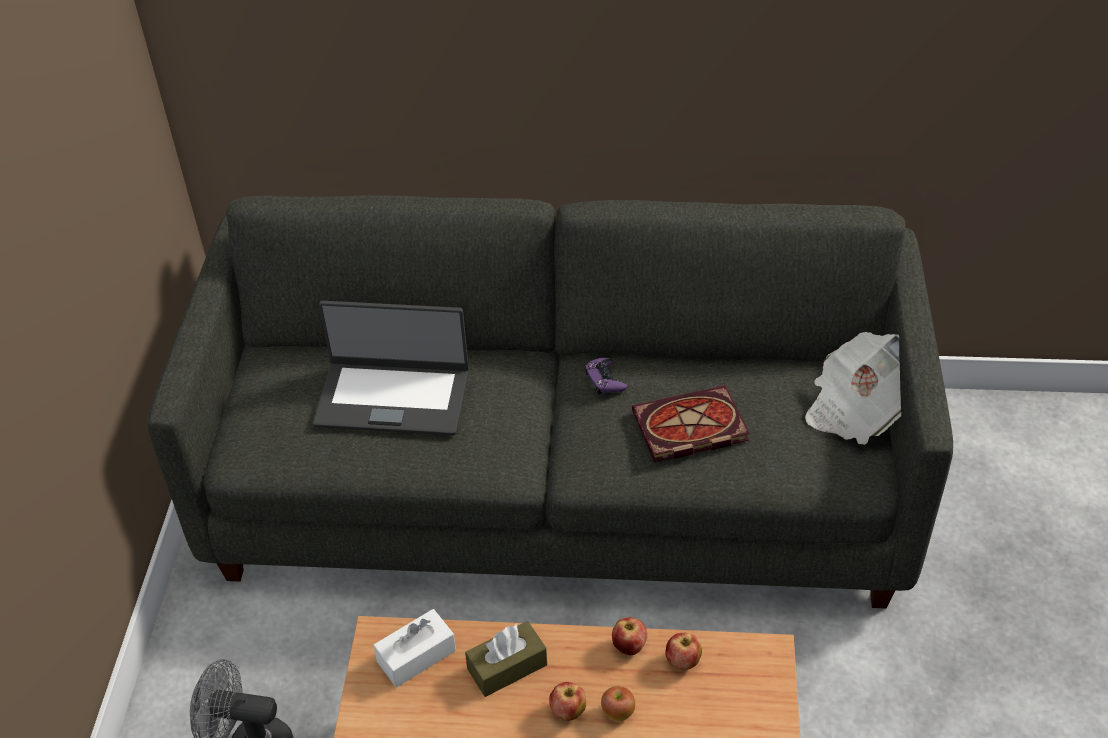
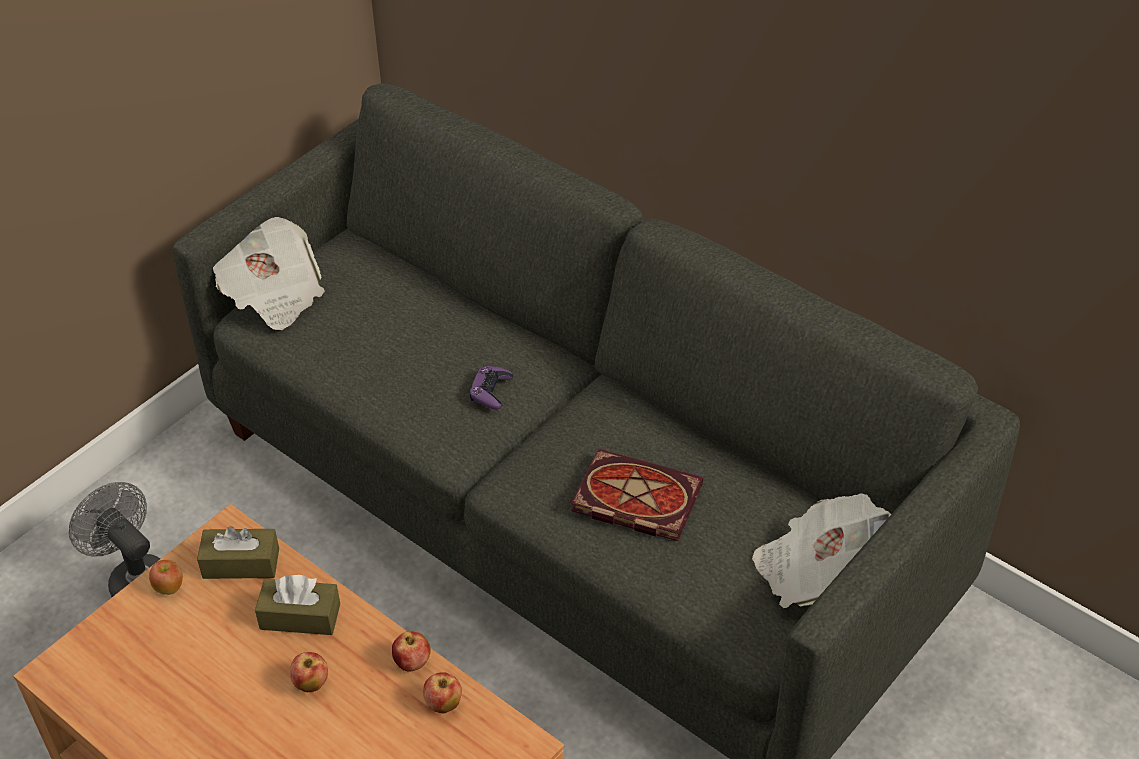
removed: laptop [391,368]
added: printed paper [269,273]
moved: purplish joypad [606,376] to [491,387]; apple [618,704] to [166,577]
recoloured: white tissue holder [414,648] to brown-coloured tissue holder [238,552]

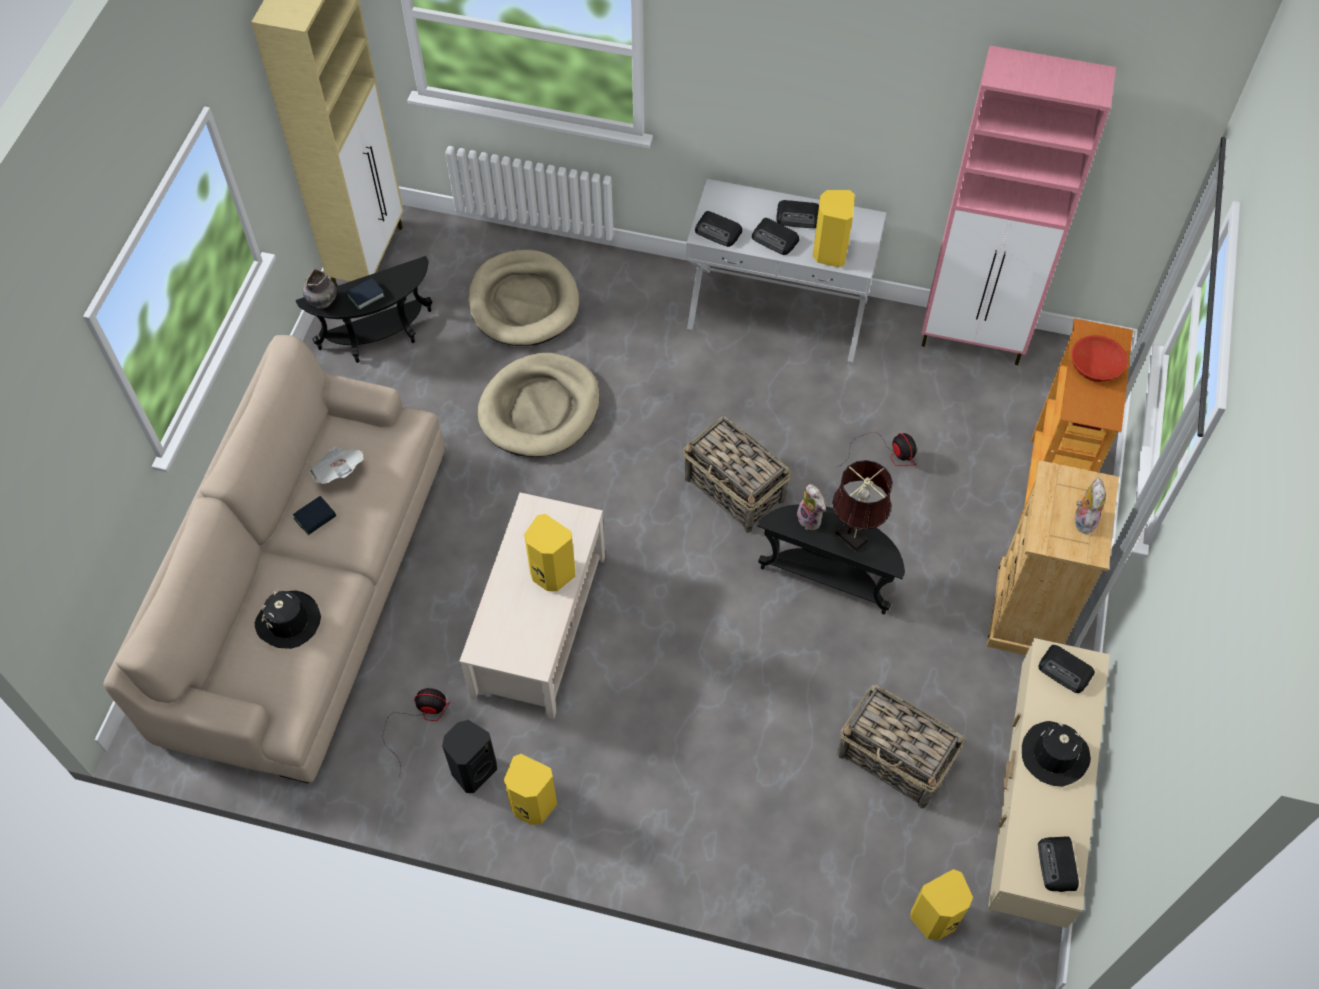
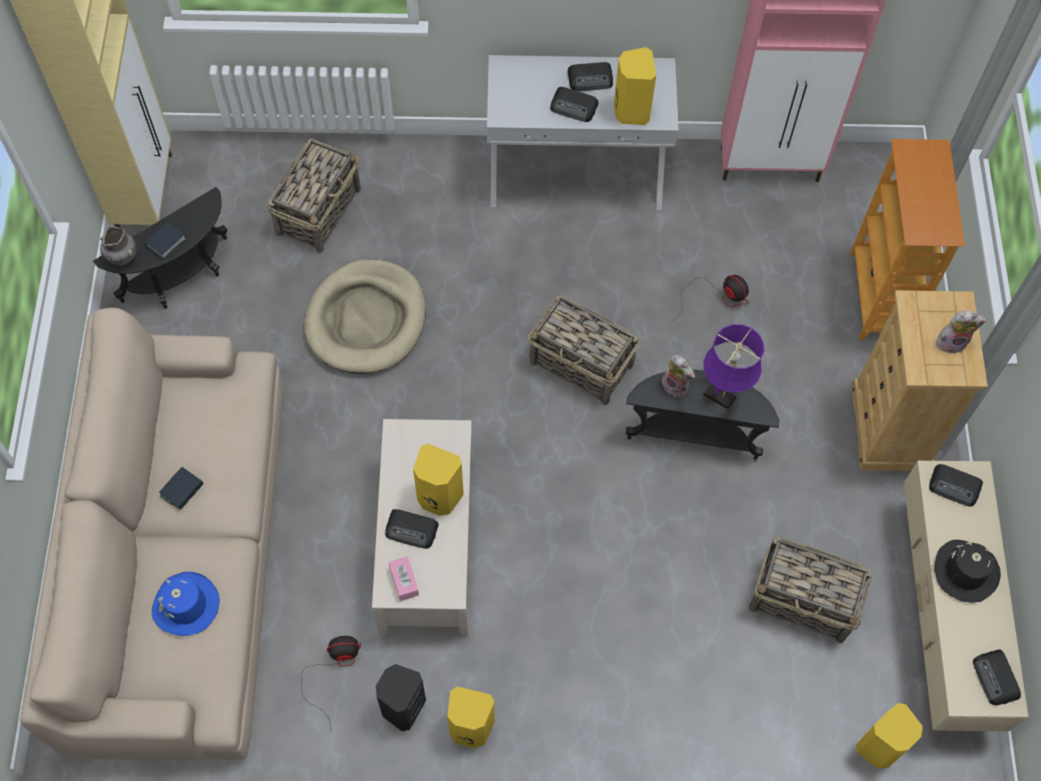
removed: printed paper [336,465]; red serving bowl [1099,358]
added: pink tissue holder [404,578]
moved: radio receiver [718,229] to [412,529]
replaced: beige pet bed [523,298] to basket [314,195]
recoloured: black clothing hat [288,620] to blue clothing hat [186,604]; brown-coloured tabletop lamp [862,506] to purplish tabletop lamp [733,367]
turned: soft toy [1090,507] = [961,332] 90 degrees clockwise

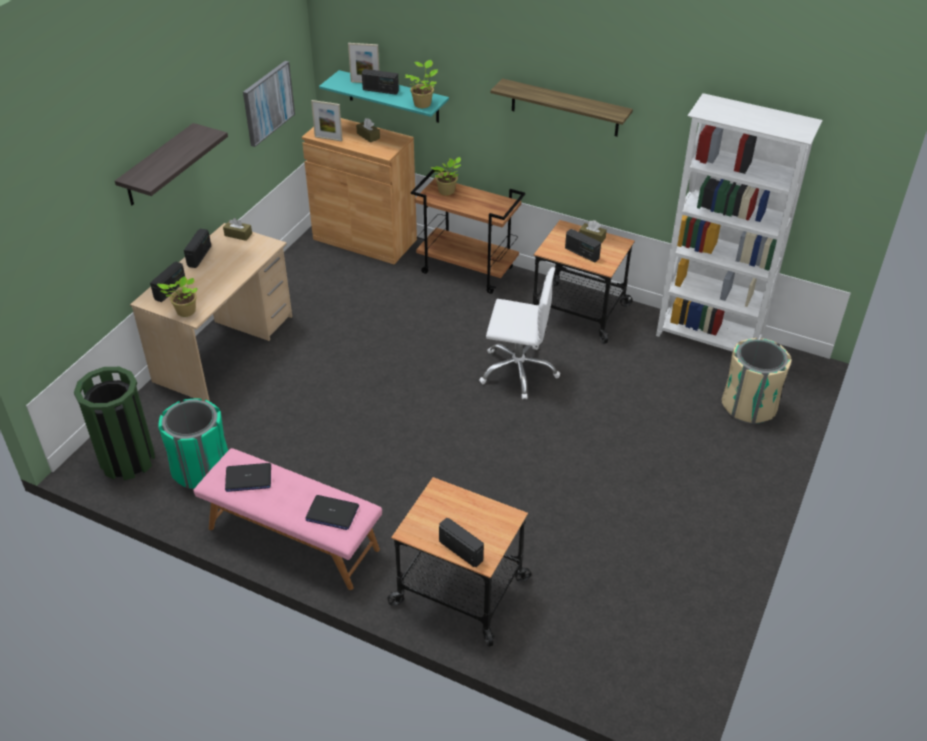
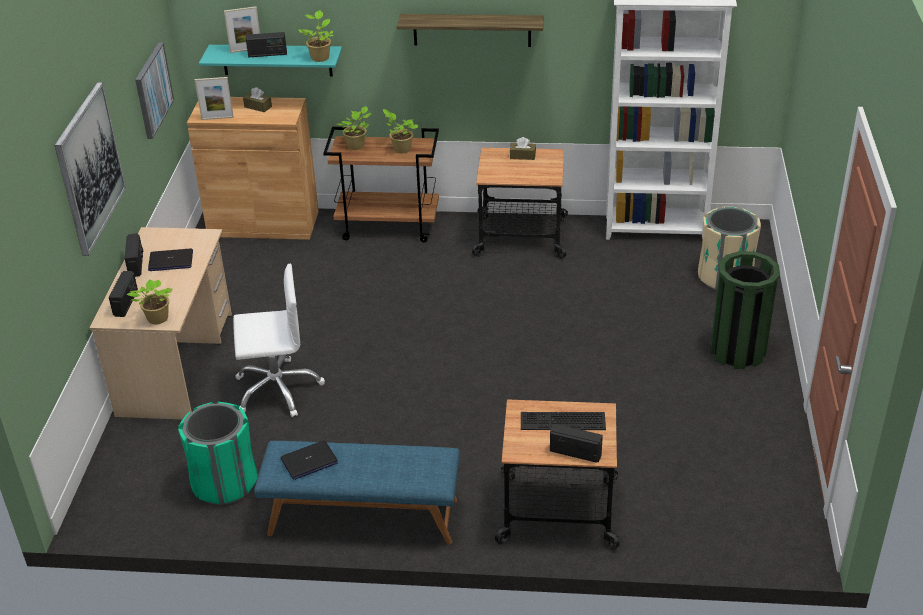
removed: brown-coloured tissue holder [237,229]; radio receiver [583,245]
added: plant in a pot [400,131]; computer keyboard [563,421]
moved: green waste bin [114,423] to [745,310]; laptop [332,512] to [170,260]; white office chair [519,333] to [279,340]
replaced: wall shelf [171,164] to wall art [90,169]
recoloured: pink long seat [288,519] to blue long seat [357,493]

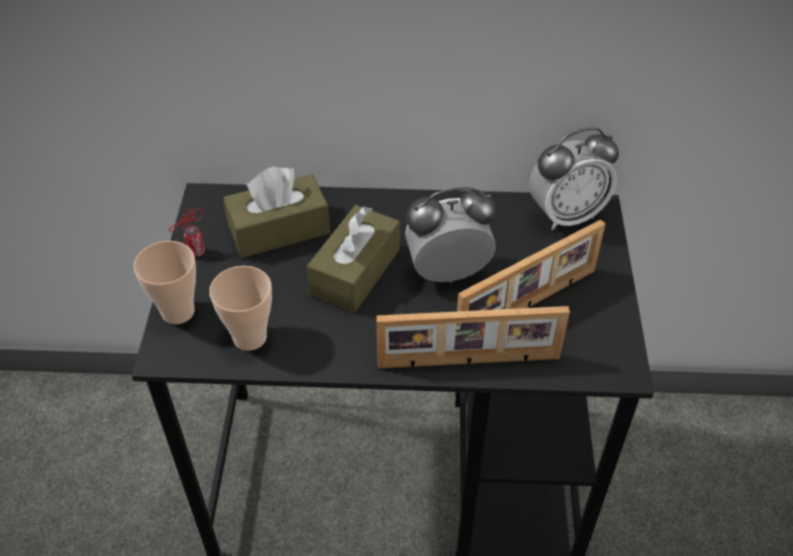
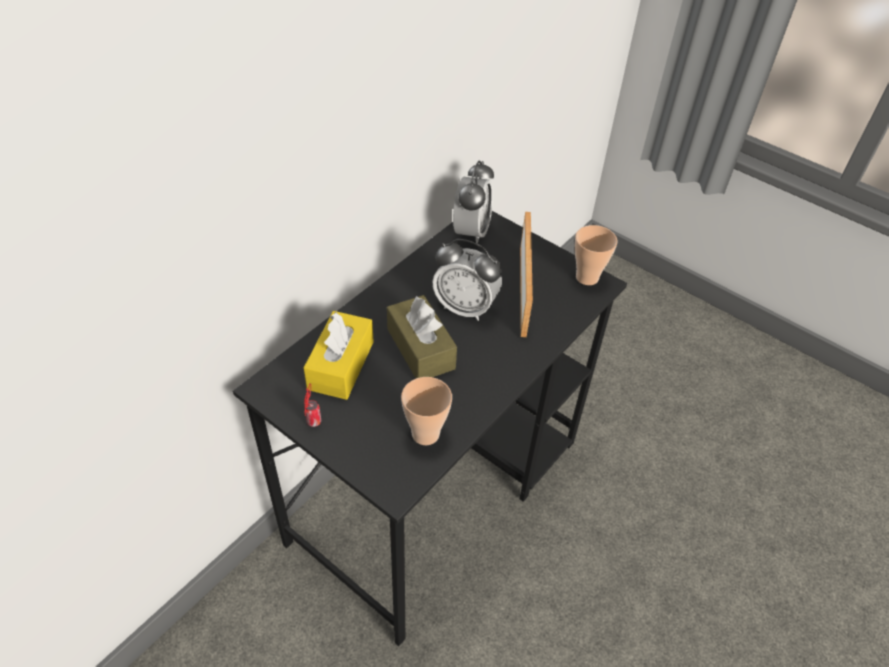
removed: photo frame [473,338]
moved: small cup [165,282] to [596,255]
recoloured: brown-coloured tissue holder [276,212] to yellow-coloured tissue holder [339,355]
turned: table clock [450,235] = [467,280] 90 degrees counterclockwise

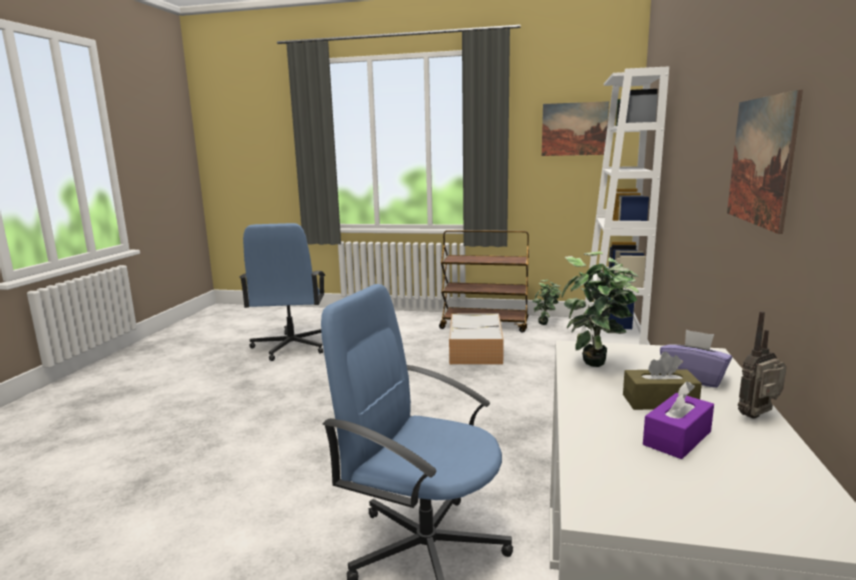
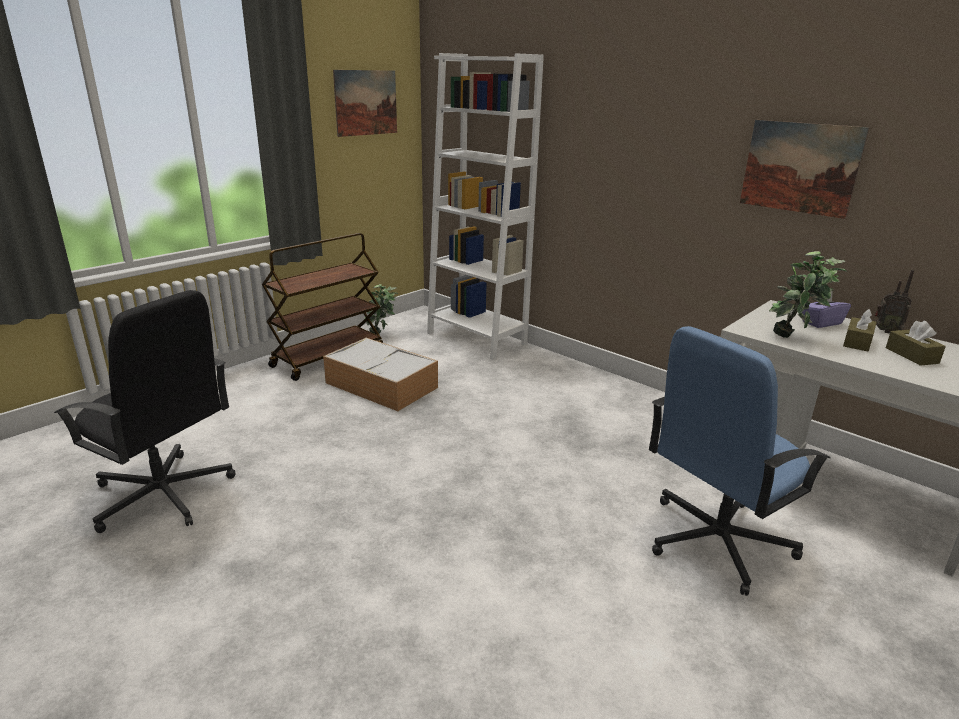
recoloured: blue office chair [282,292] to black office chair [144,411]; purplish tissue holder [678,420] to brown-coloured tissue holder [916,343]
turned: radio receiver [762,365] = [894,302] 60 degrees counterclockwise

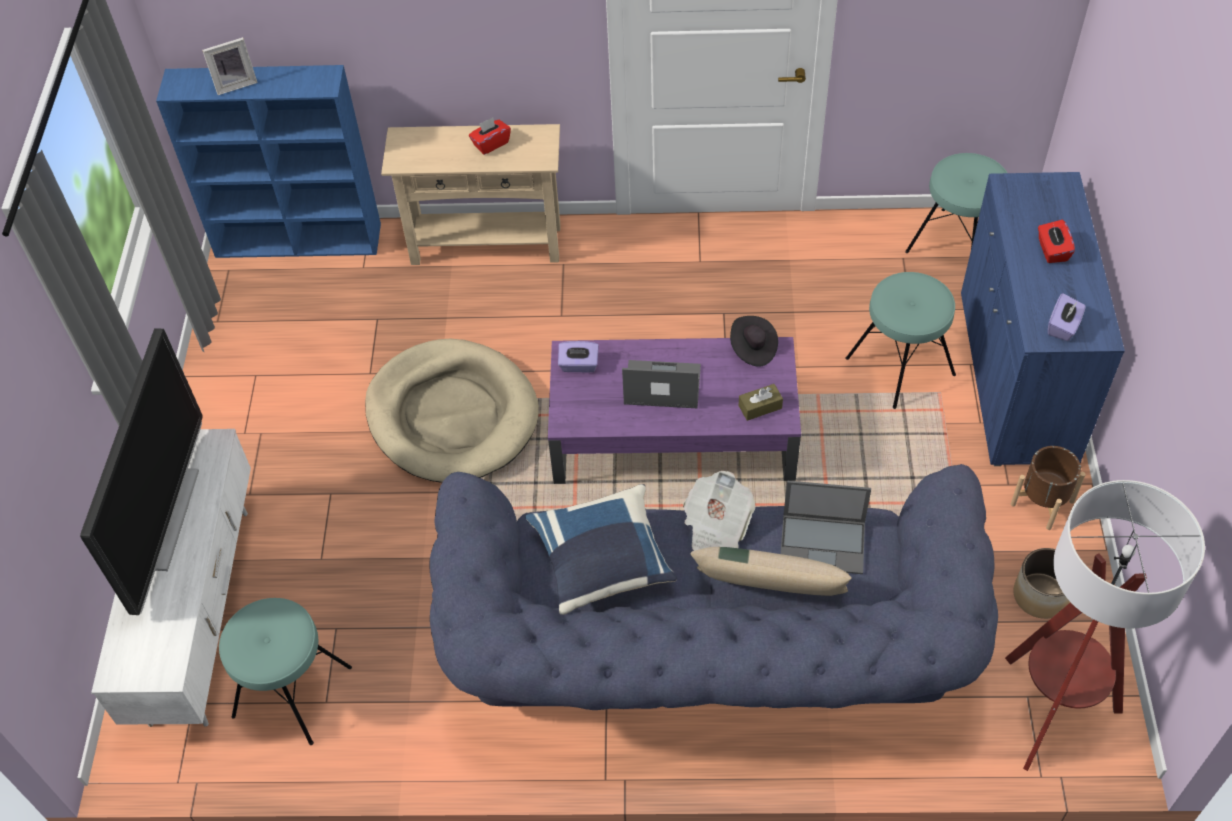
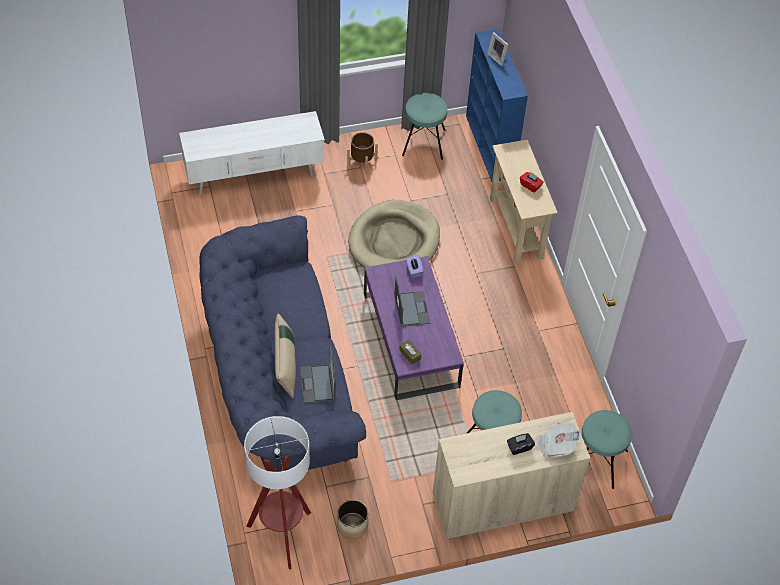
removed: television [141,471]; blue cushion [601,549]; black clothing hat [754,341]; purplish tissue holder [1067,317]
moved: turquoise sitting stool [285,671] to [425,126]; printed paper [719,511] to [558,440]; brown-coloured planter [1048,488] to [362,153]
recoloured: blue cabinet [1043,319] to beige cabinet [511,475]; red tissue holder [1056,241] to black tissue holder [521,444]

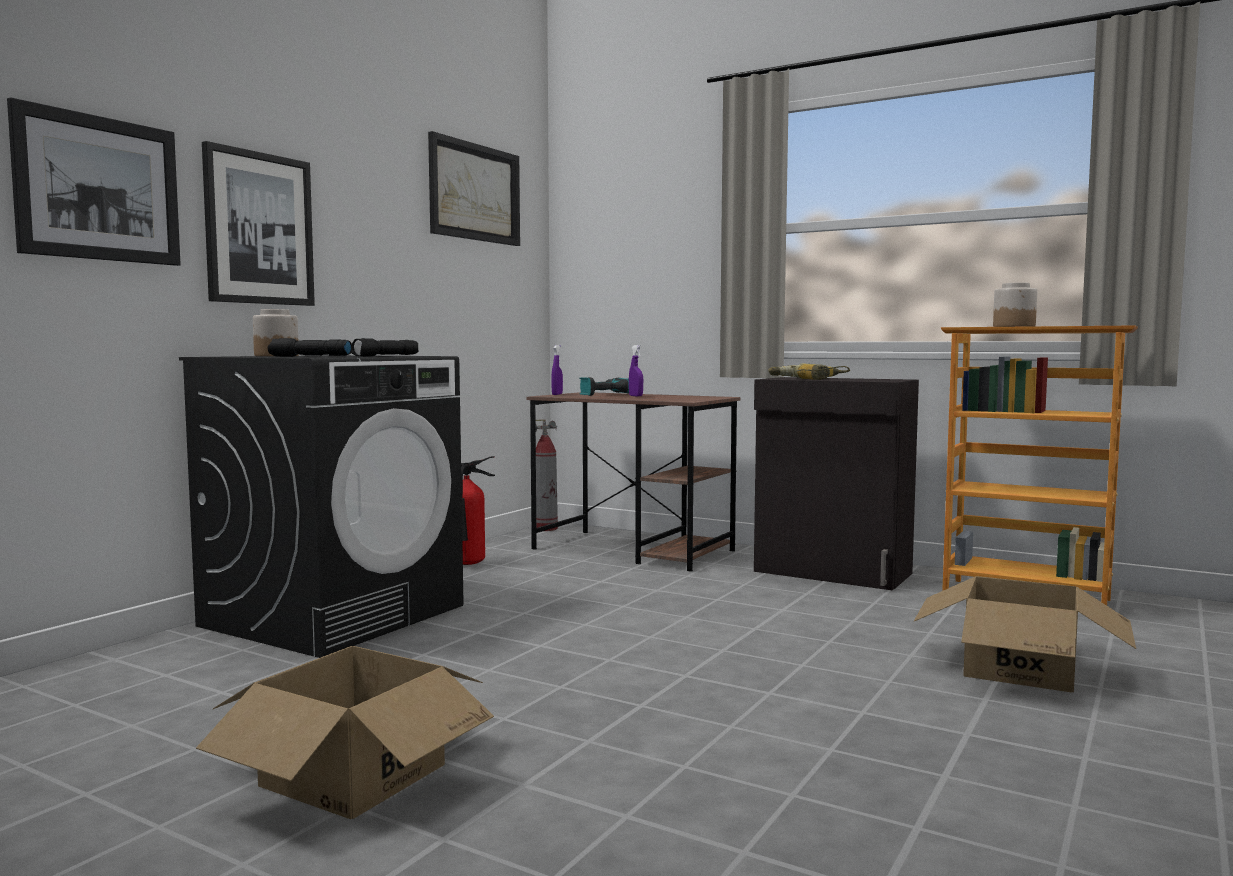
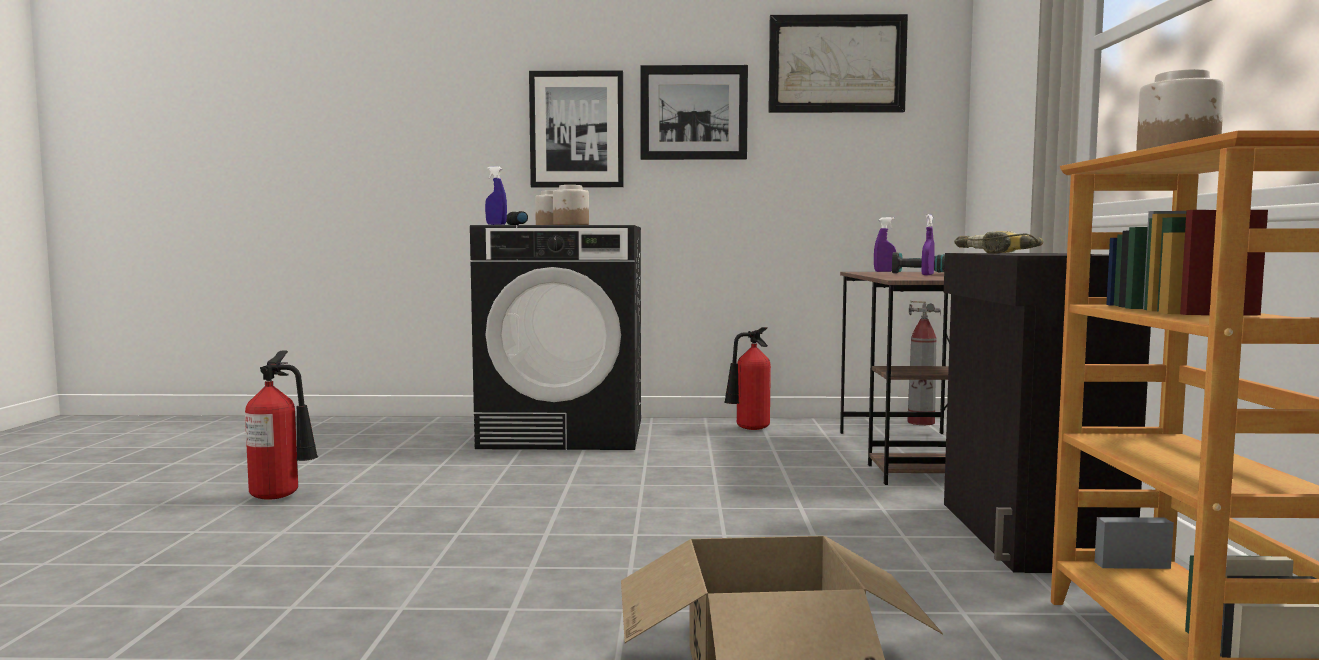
added: blue hand sprayer [496,195]
moved: wall art [94,182] to [694,112]
replaced: cardboard box [345,732] to fire extinguisher [281,425]; black torch [384,347] to preserve jar [571,205]

